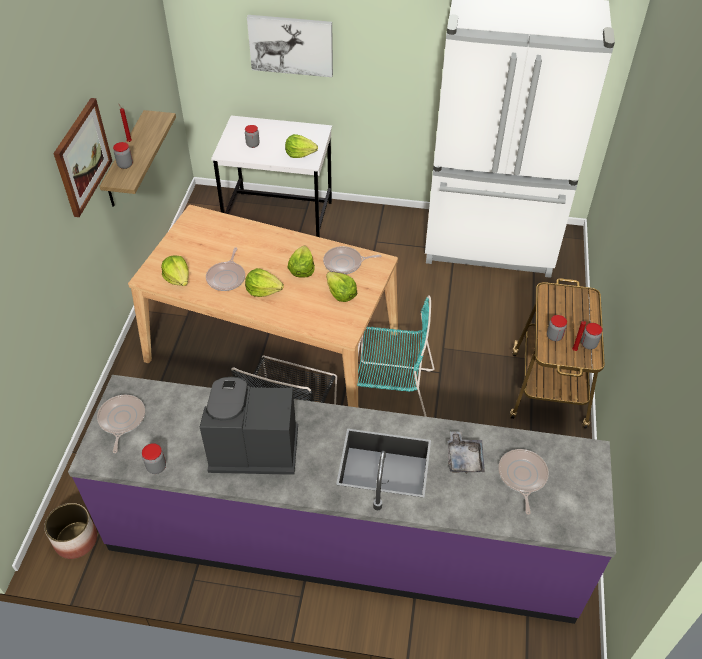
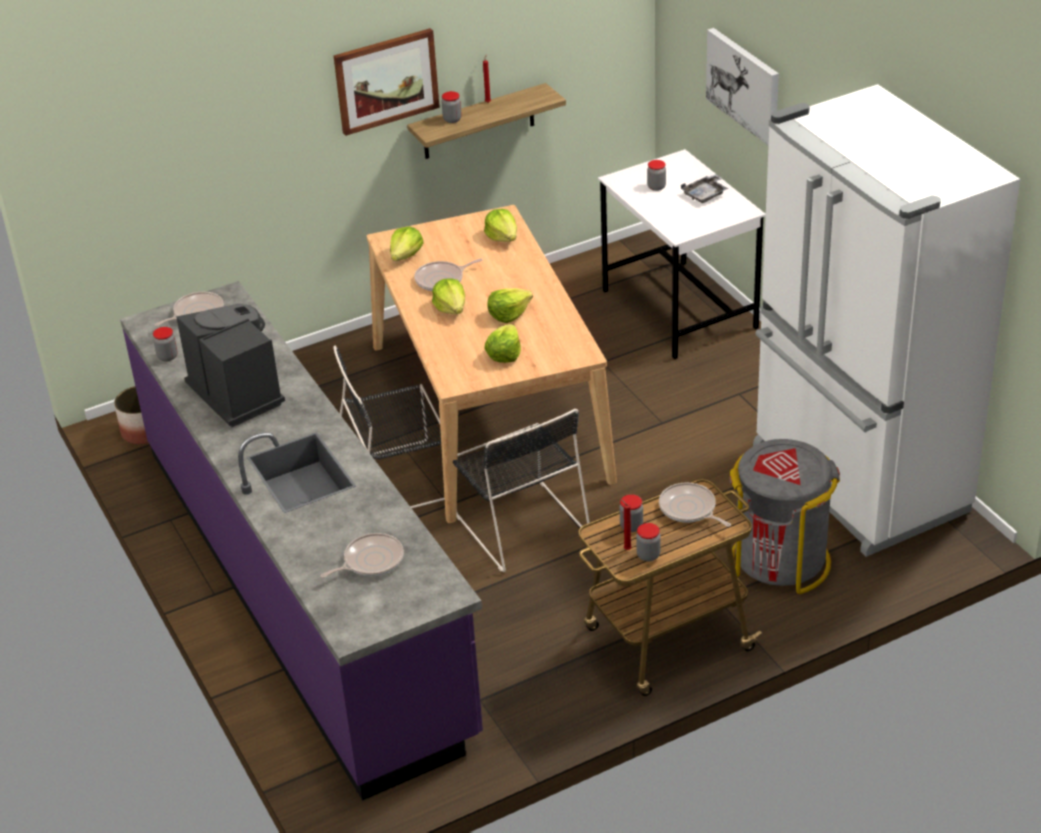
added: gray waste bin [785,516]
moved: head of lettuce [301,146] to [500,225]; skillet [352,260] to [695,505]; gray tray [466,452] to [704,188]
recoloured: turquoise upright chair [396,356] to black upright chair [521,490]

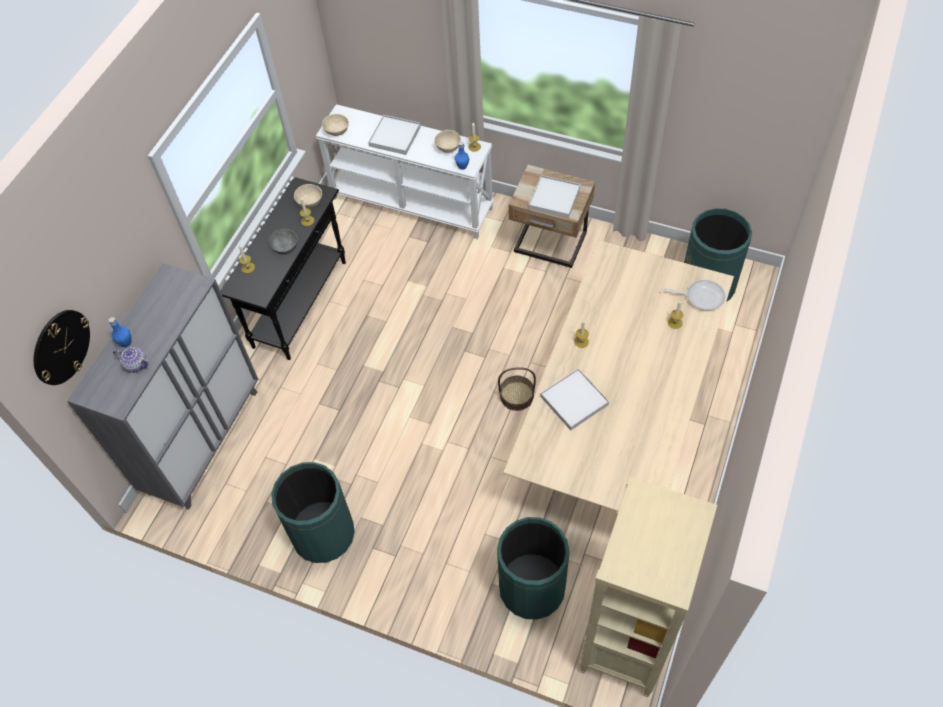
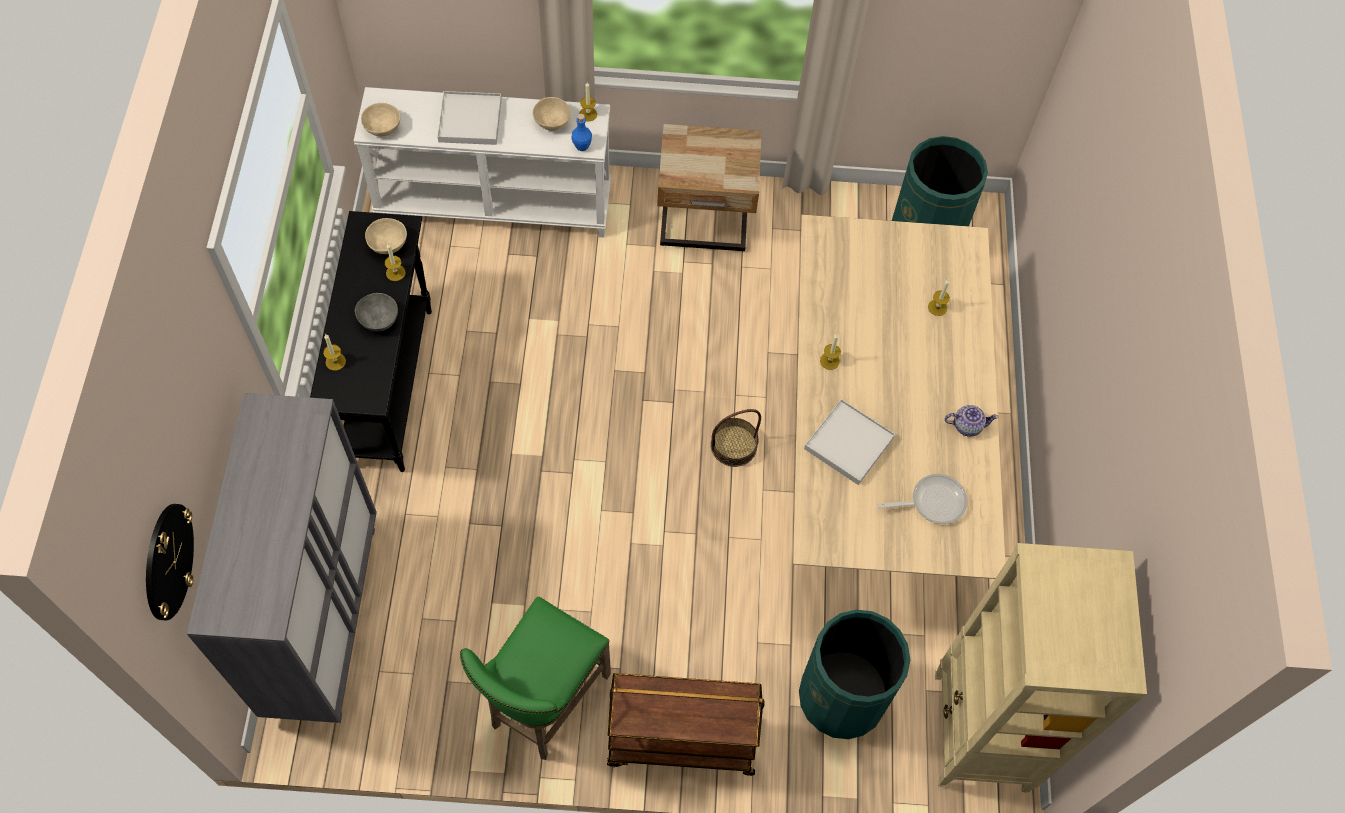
removed: blue bottle [120,332]; white tray [554,196]
added: brown-coloured cart [686,724]
moved: teapot [131,360] to [971,421]; skillet [693,295] to [923,499]
replaced: green waste bin [313,512] to green sitting stool [535,678]

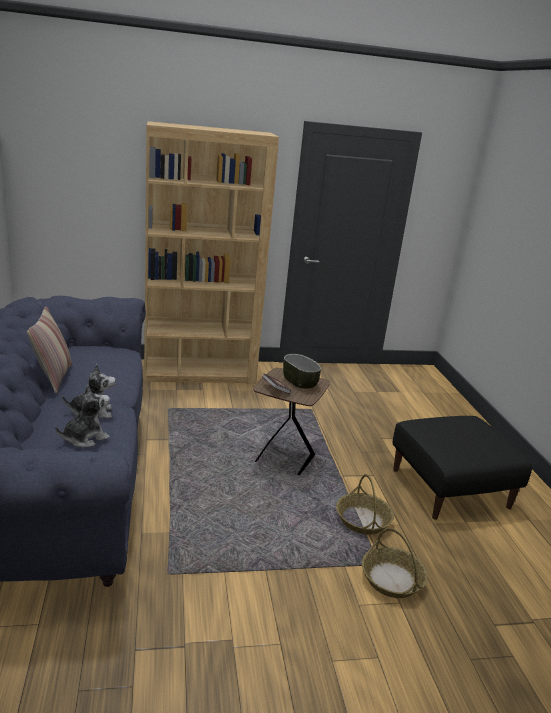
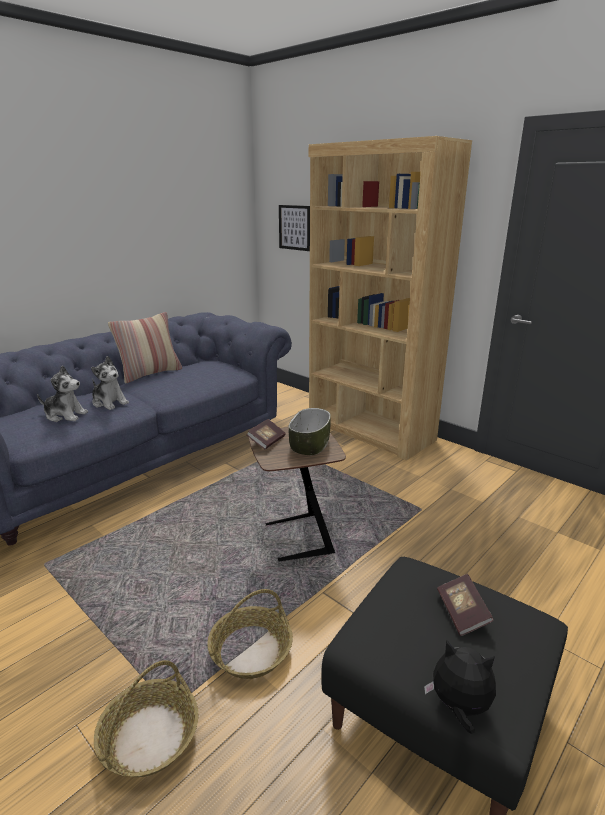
added: wall art [294,228]; soft toy [460,687]; volume [465,605]

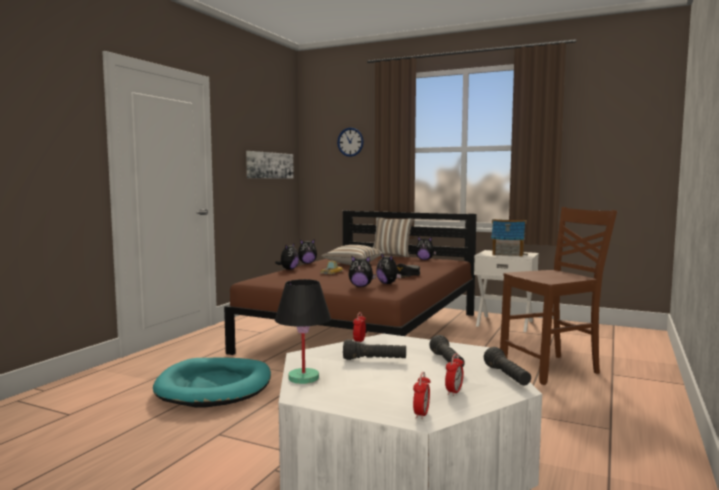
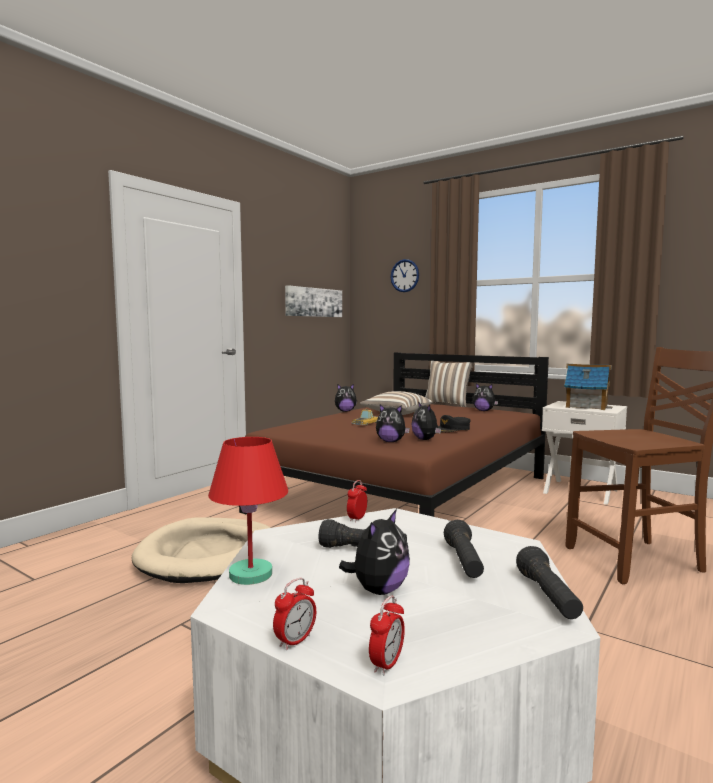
moved: soft toy [287,257] to [374,552]; table clock [454,374] to [294,614]
recoloured: turquoise pet bed [212,383] to beige pet bed [201,550]; black tabletop lamp [303,331] to red tabletop lamp [248,511]

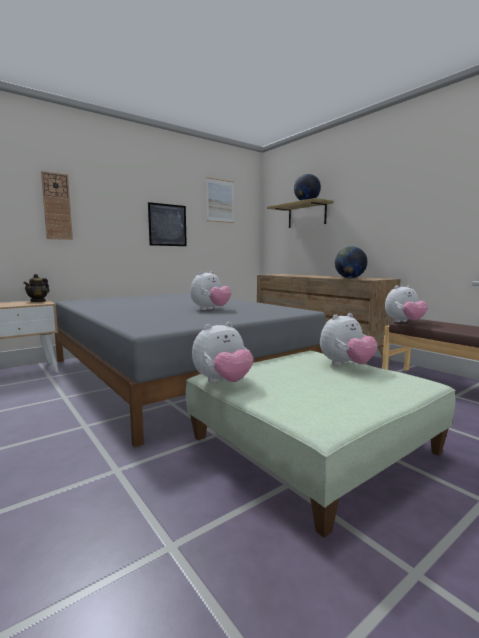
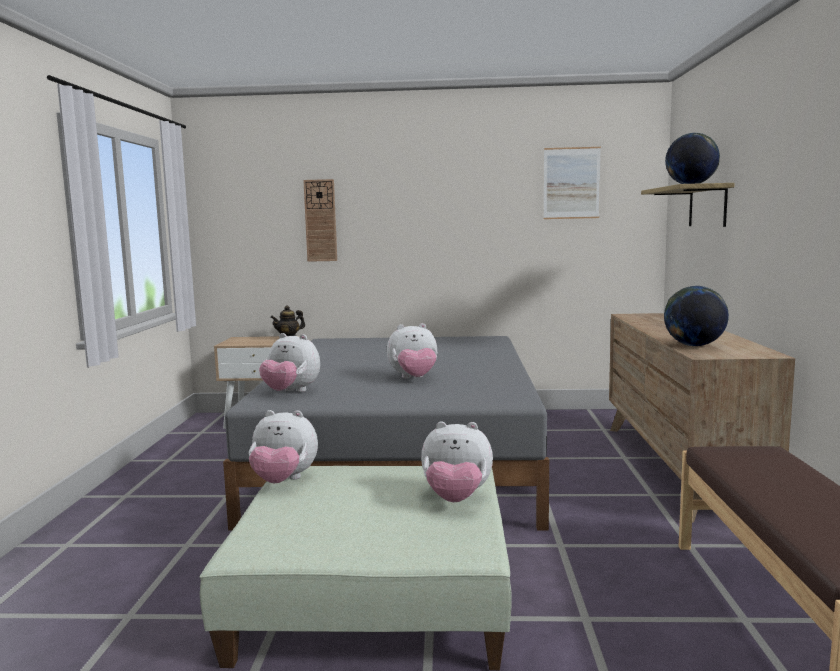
removed: wall art [167,224]
moved: soft toy [406,303] to [289,362]

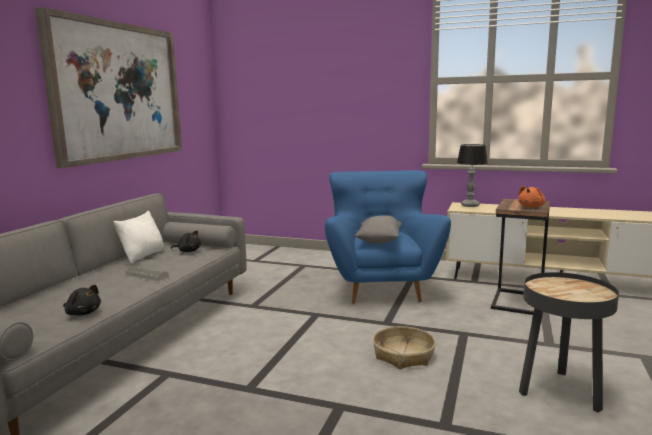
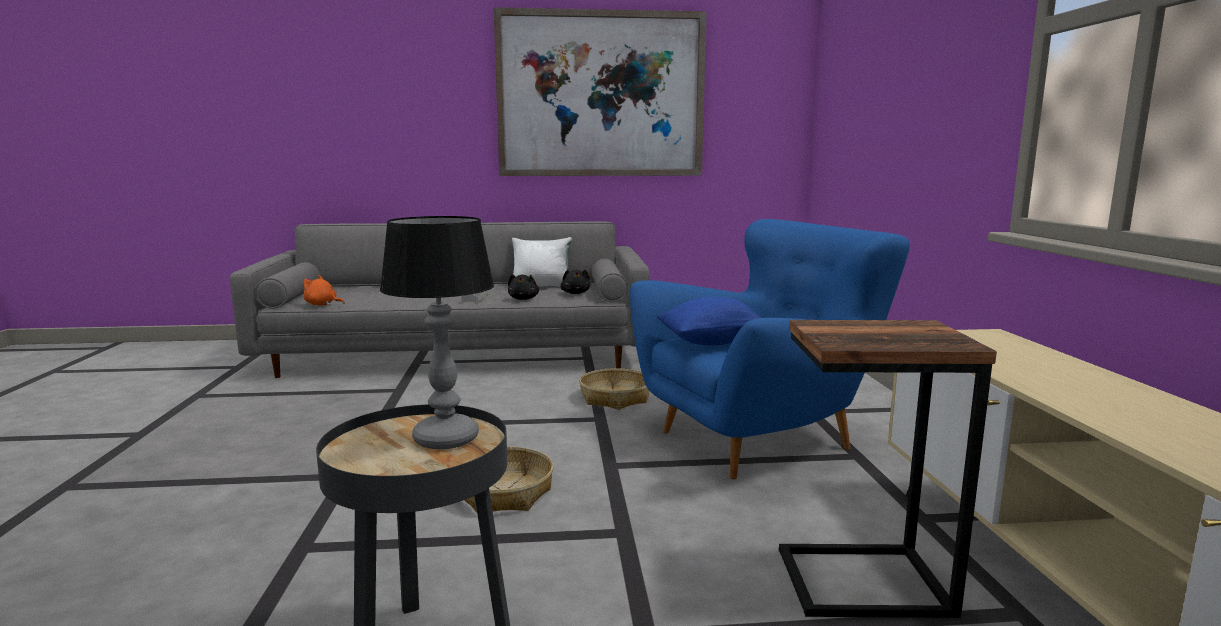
added: basket [614,389]
moved: black soft toy [82,300] to [523,287]; tabletop lamp [472,175] to [437,332]; orange-coloured soft toy [532,197] to [324,290]
recoloured: gray cushion [378,229] to blue cushion [709,321]

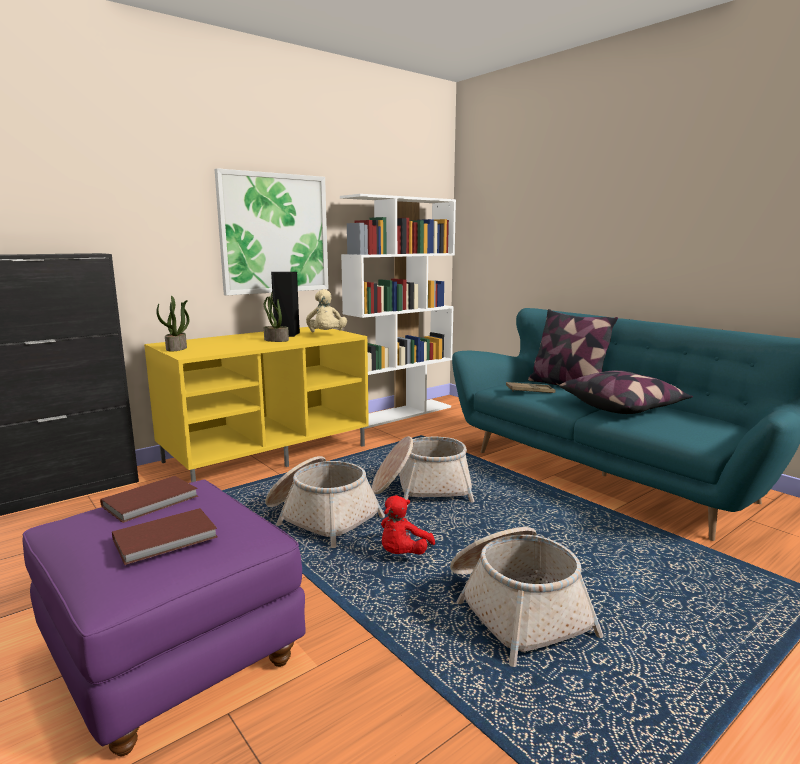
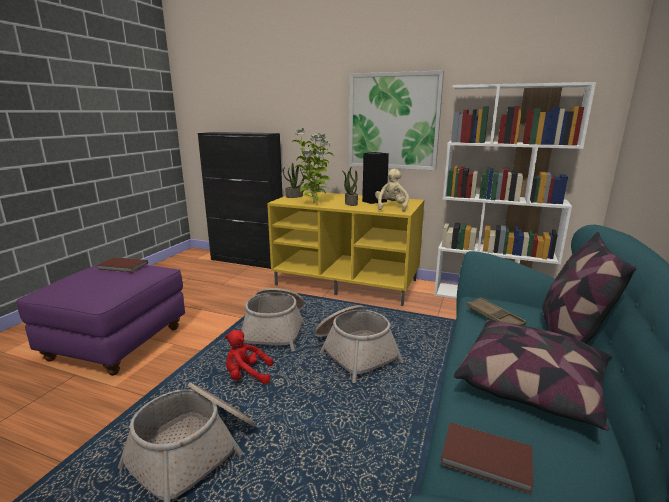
added: plant in a pot [313,165]
moved: brown-coloured volume [165,536] to [487,458]
turned: beige soft toy [326,310] = [392,190] 135 degrees clockwise

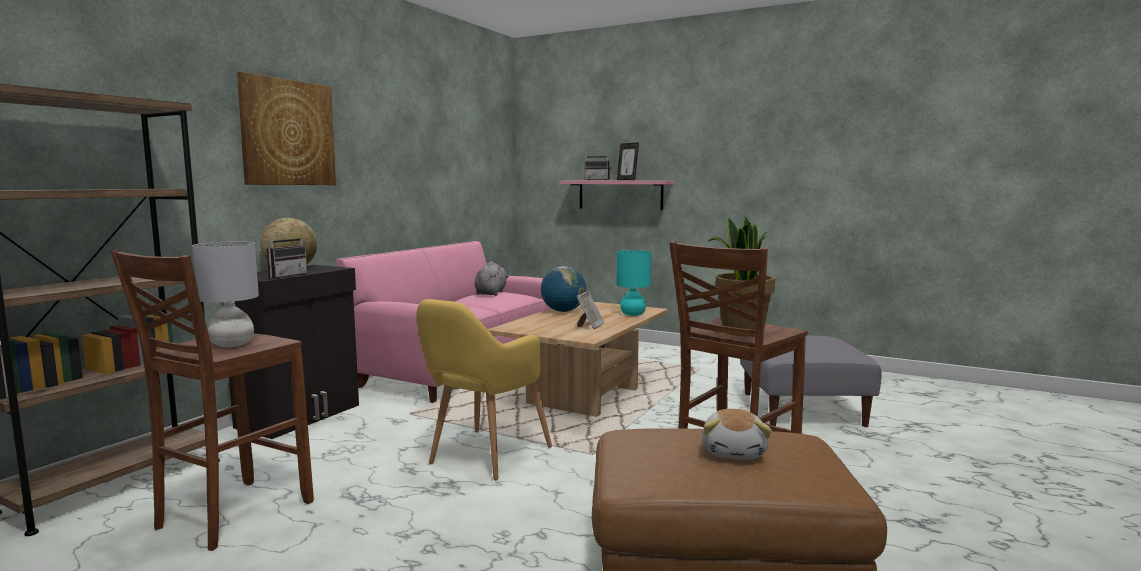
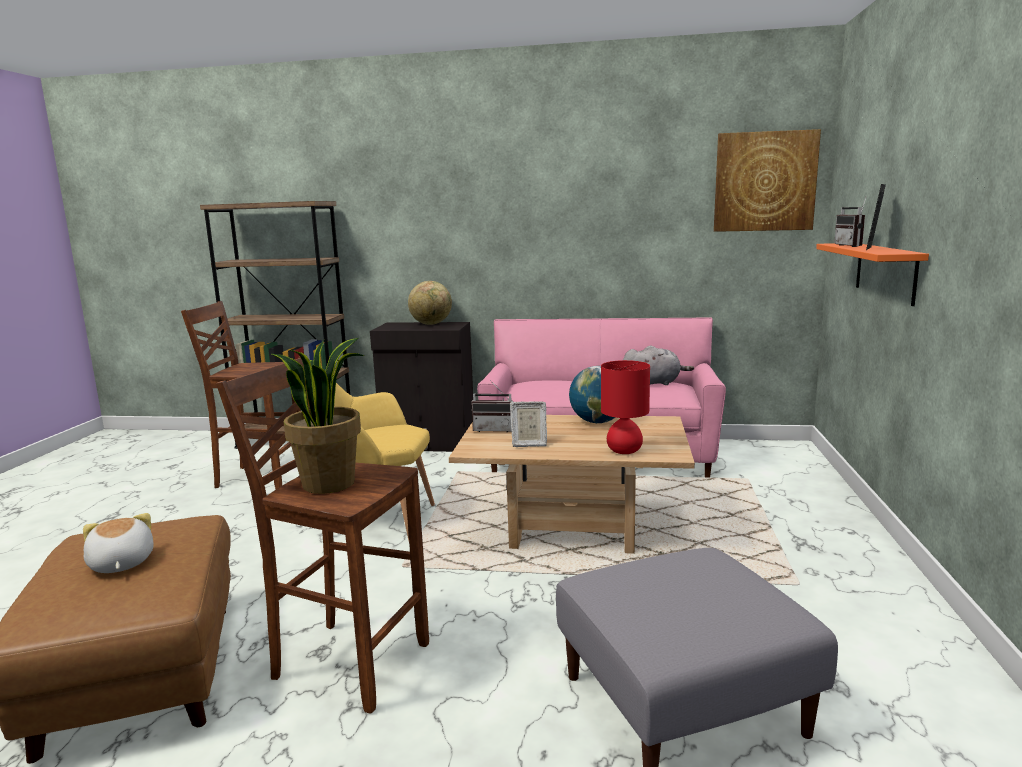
removed: gray tabletop lamp [225,294]
moved: wall art [286,128] to [767,180]; radio receiver [287,254] to [492,406]
recoloured: pink wall shelf [616,195] to orange-coloured wall shelf [872,274]; turquoise tabletop lamp [633,283] to red tabletop lamp [625,407]
turned: soft toy [737,434] = [118,543] 75 degrees clockwise

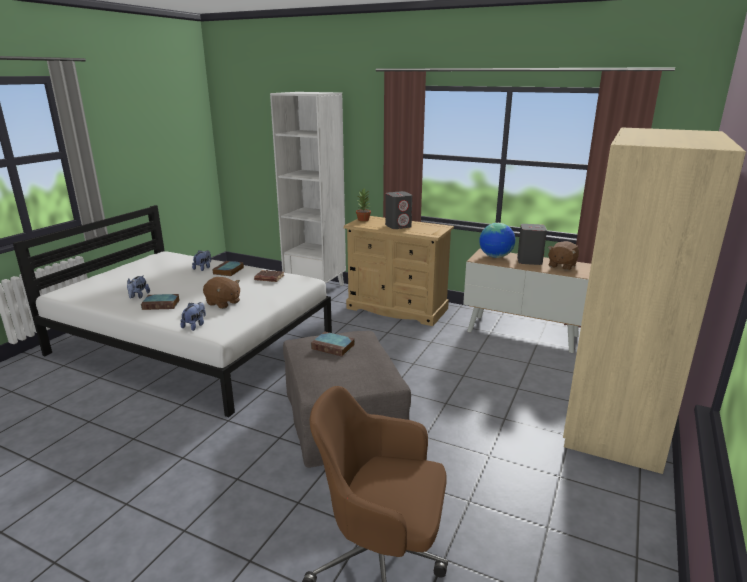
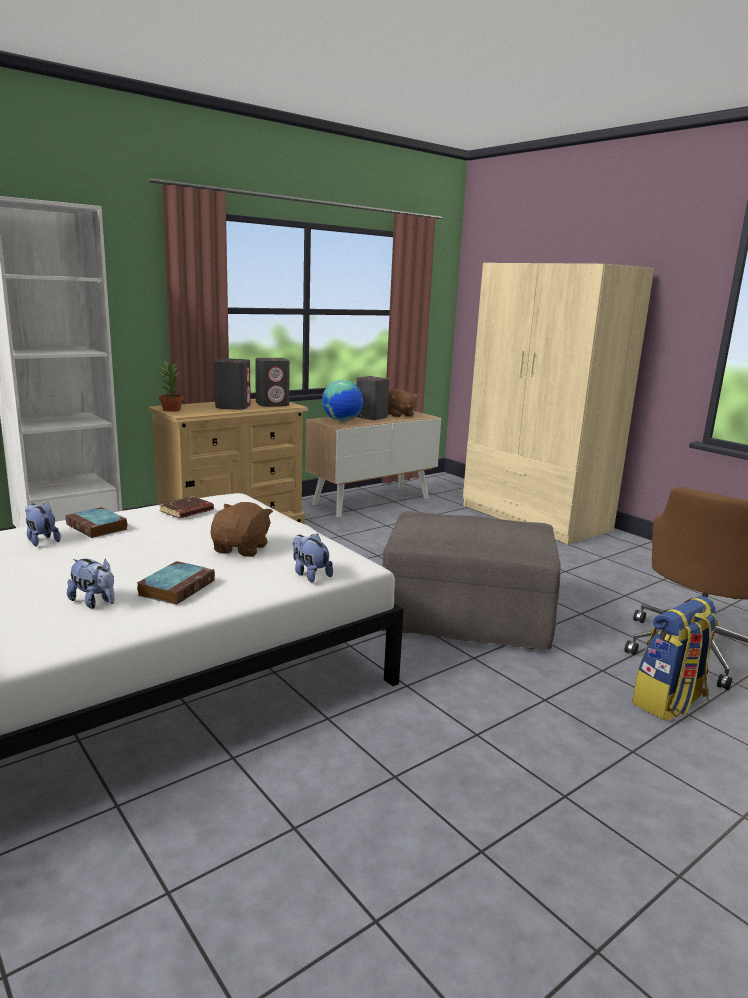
removed: volume [333,344]
added: gray loudspeaker [272,382]; rucksack [675,658]
turned: brown-coloured soft toy [221,293] = [242,529] 45 degrees counterclockwise

